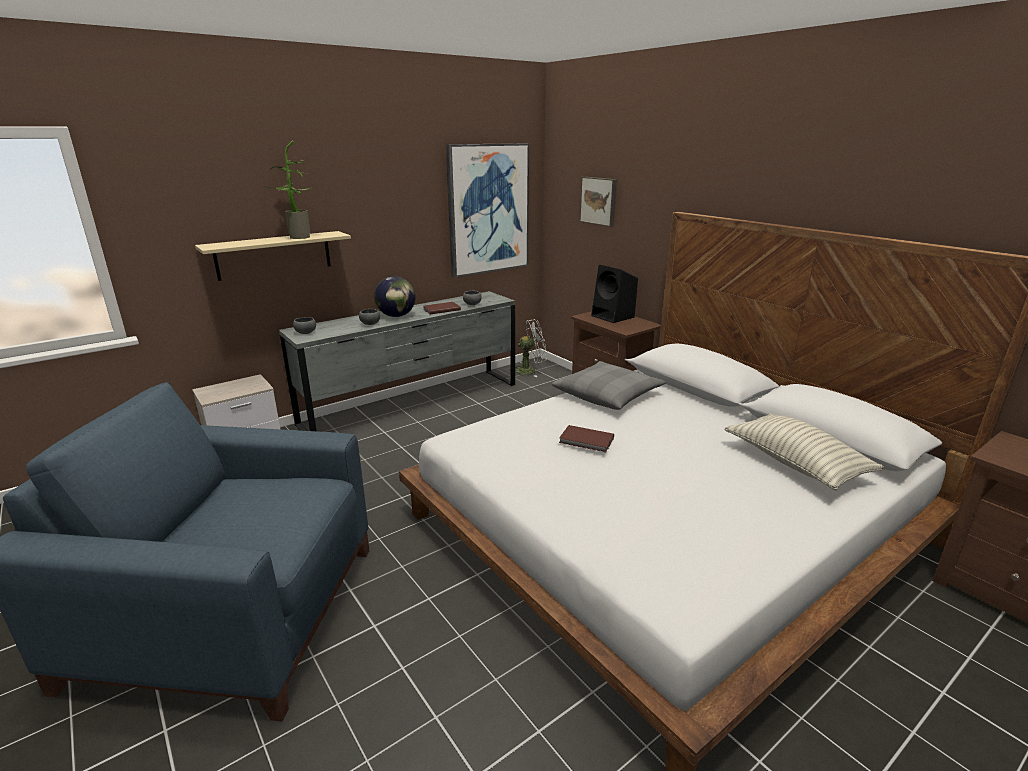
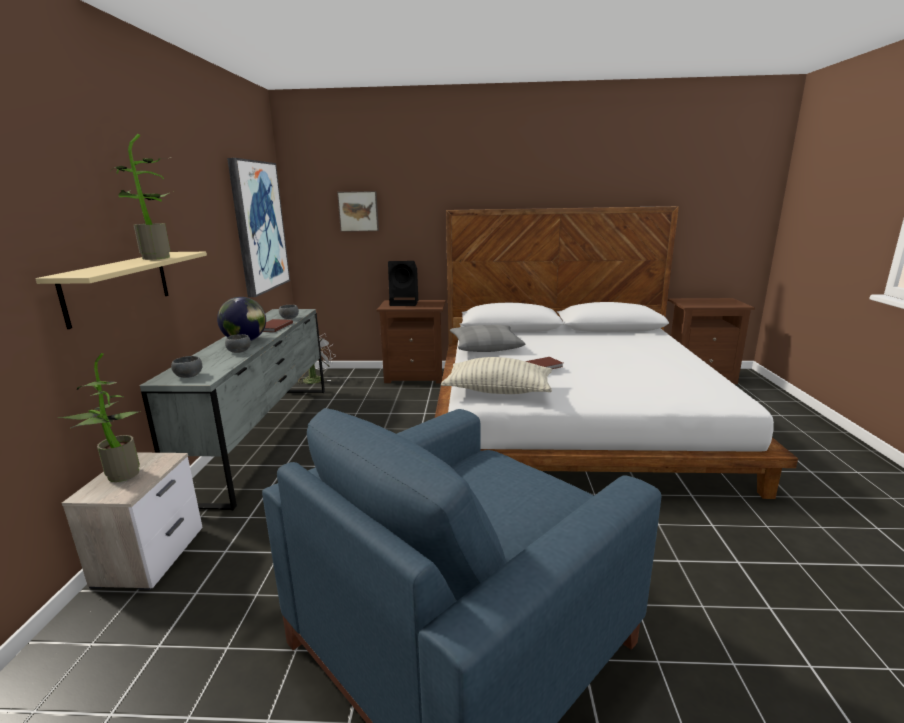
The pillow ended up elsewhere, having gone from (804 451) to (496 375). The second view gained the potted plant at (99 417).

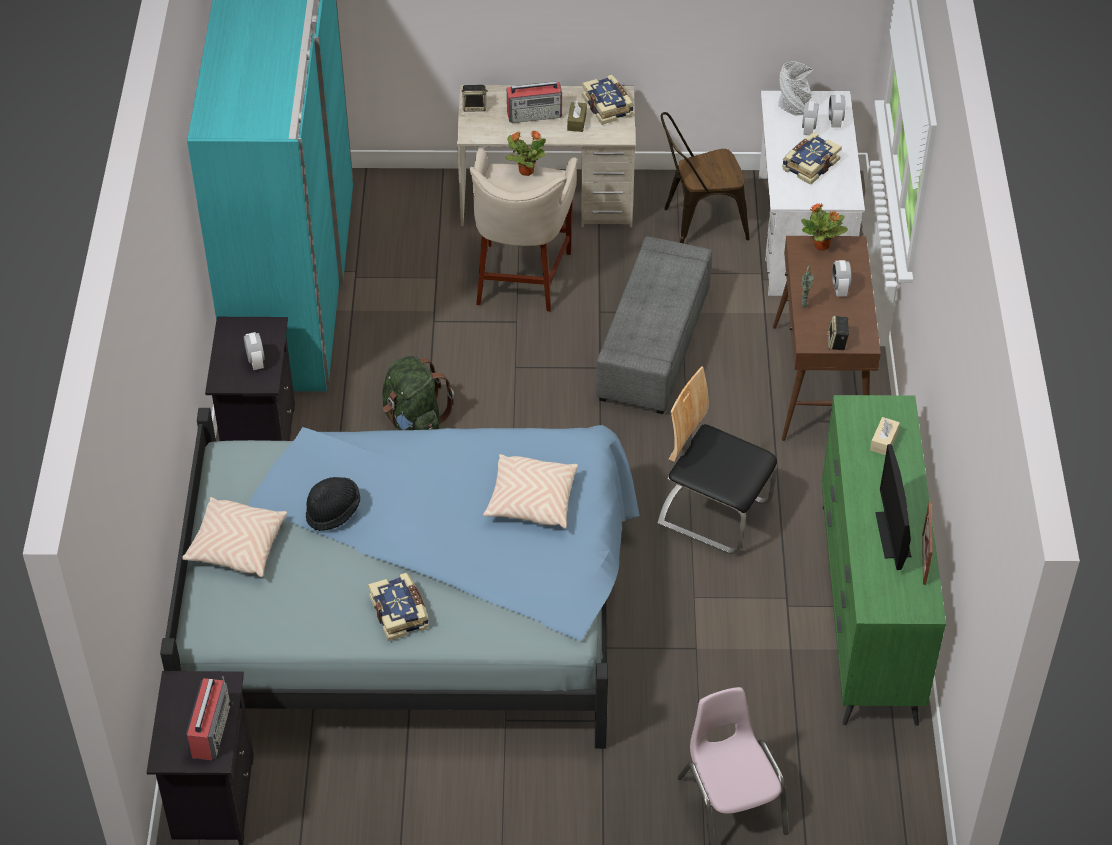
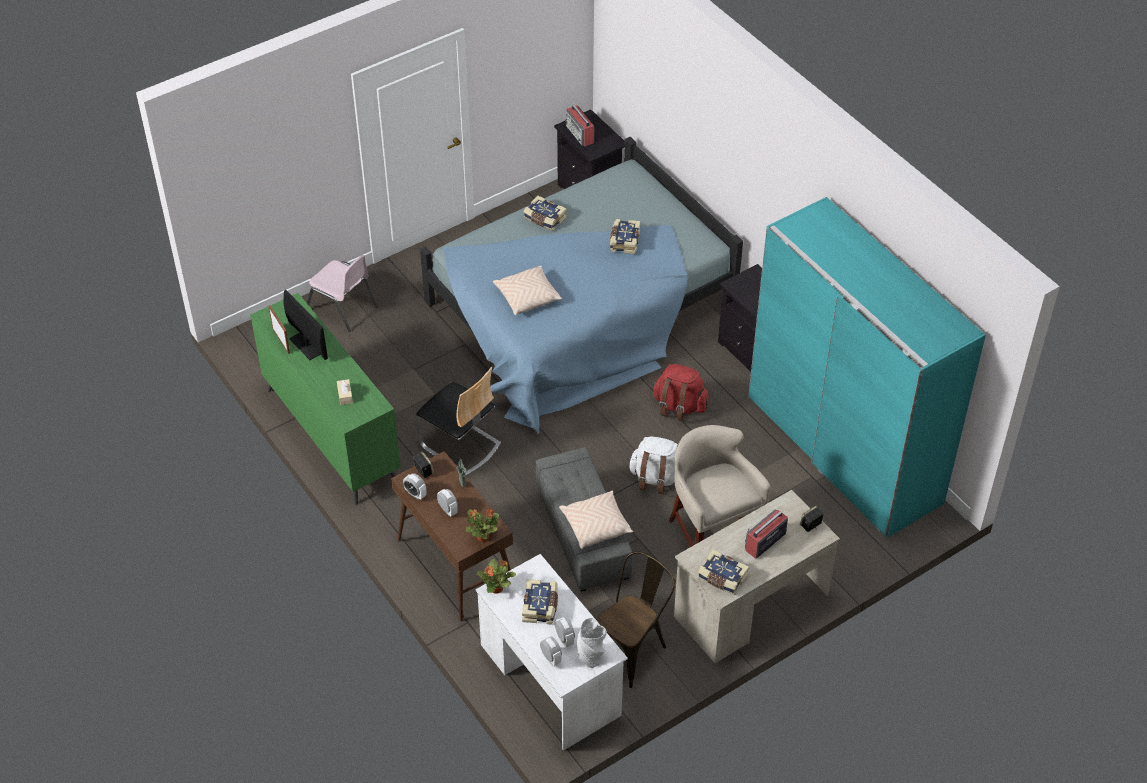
The second view lost the brownish tissue holder at (577 116). The potted plant ended up elsewhere, having gone from (526 153) to (496 576). The alarm clock ended up elsewhere, having gone from (254 351) to (415 486). What was the green-coloured knapsack at (418 393) turned into the red knapsack at (681 392). The plain chair at (717 460) ended up facing another way, 45 degrees clockwise from before. Where the blackish hat stood at (333 504), the book came to stand at (625 236). The beige-coloured pillow ended up elsewhere, having gone from (234 537) to (596 520). The second view gained the white knapsack at (653 465).

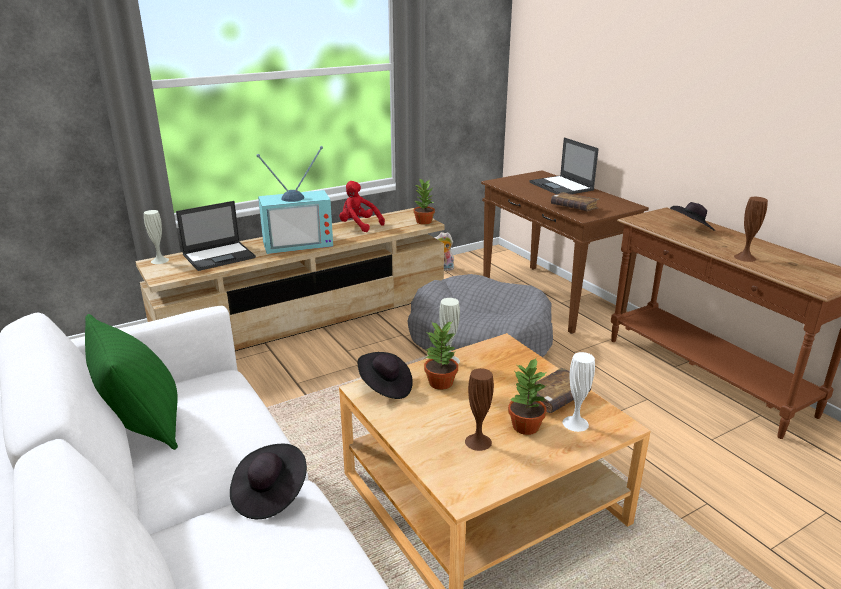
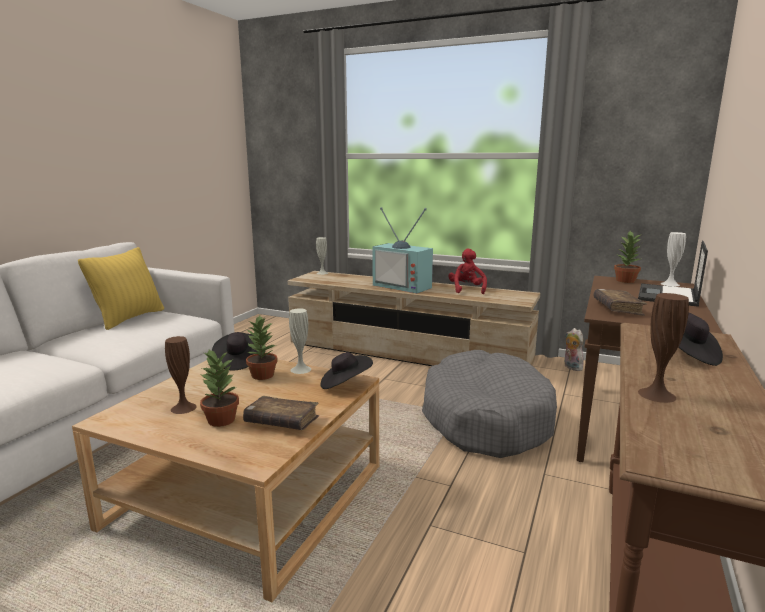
The potted plant ended up elsewhere, having gone from (424 201) to (627 257). The second view lost the laptop at (216 236). What was the green-coloured pillow at (131 382) turned into the yellow-coloured pillow at (121 288). The white flower vase ended up elsewhere, having gone from (579 392) to (673 259). The blackish hat ended up elsewhere, having gone from (268 481) to (346 370).

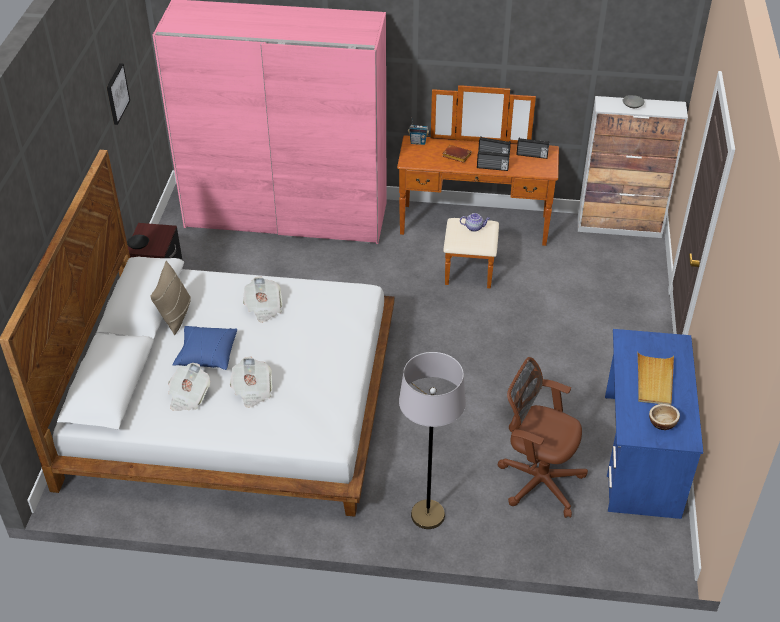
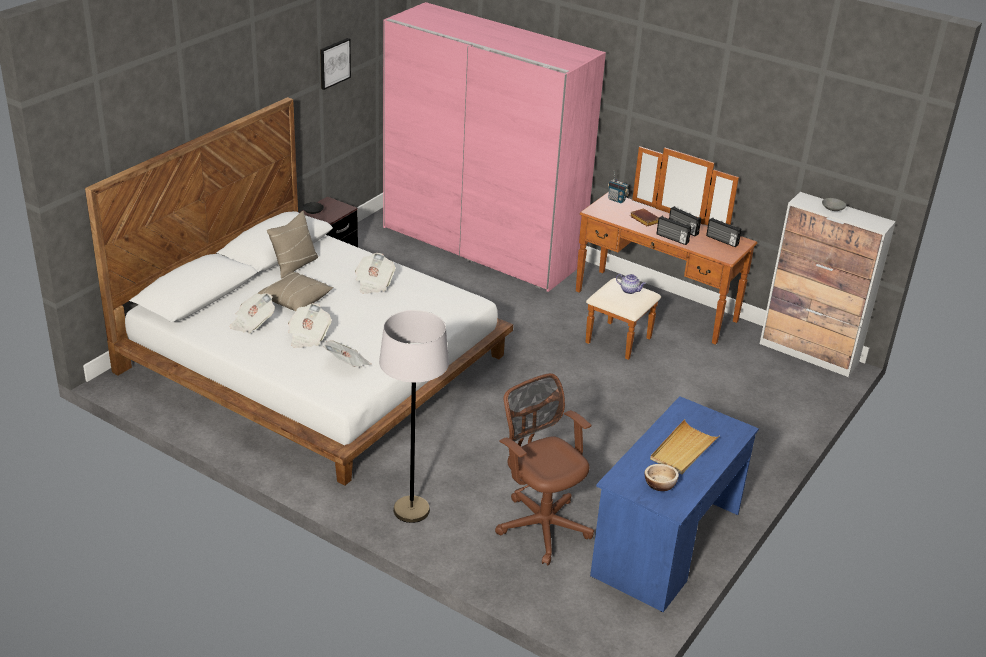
What was the bluish pillow at (205 348) turned into the beige-coloured pillow at (295 291). The second view gained the newspaper at (347 353).

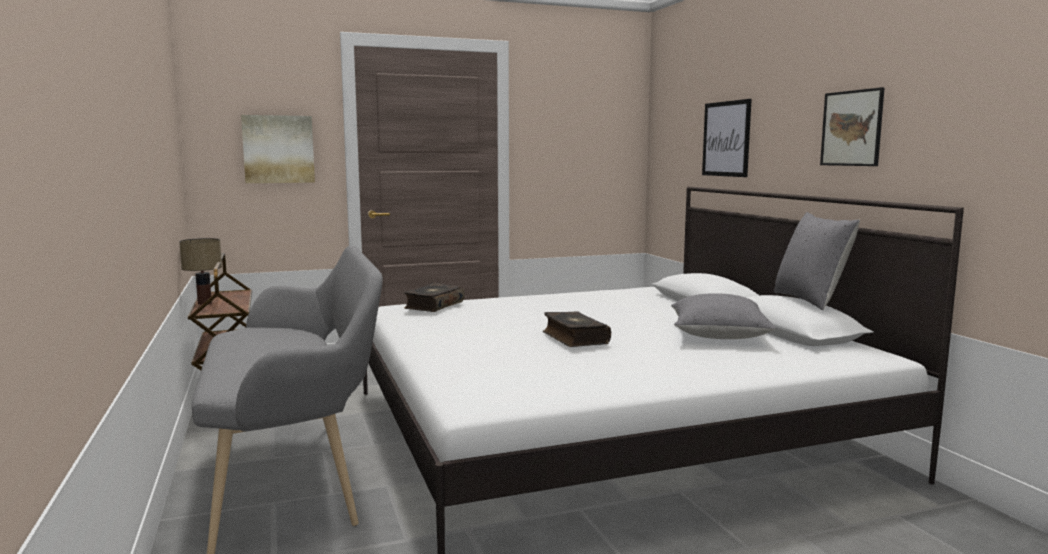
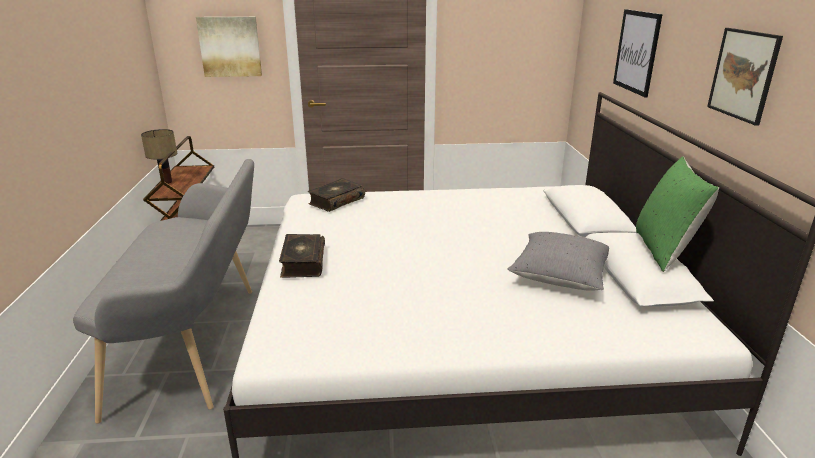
What was the grey pillow at (817 261) turned into the green-coloured pillow at (677 214). The book ended up elsewhere, having gone from (577 329) to (302 256).

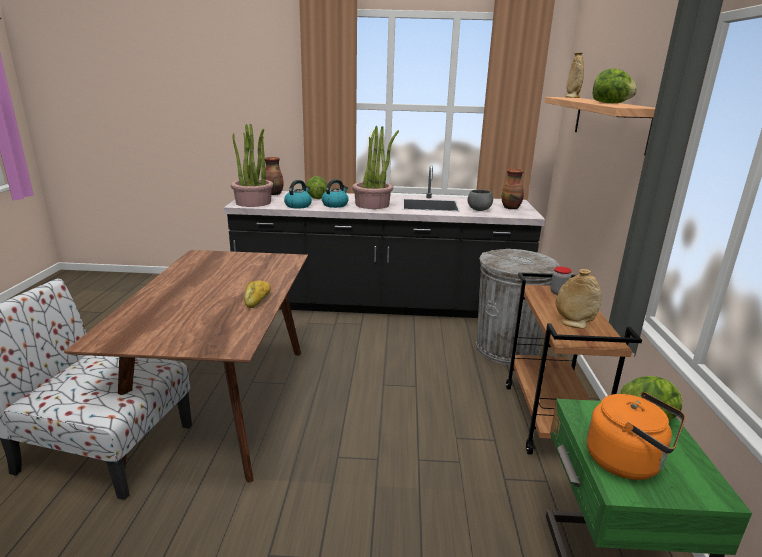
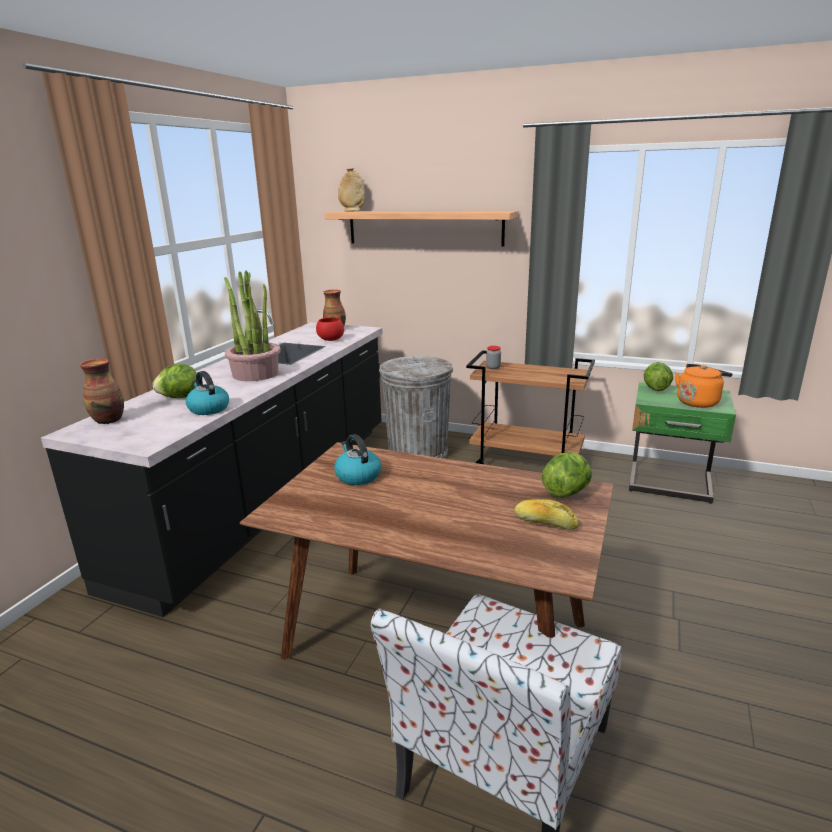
The head of lettuce ended up elsewhere, having gone from (615 85) to (566 475). The second view lost the potted plant at (252 165). The kettle ended up elsewhere, having gone from (335 193) to (357 459). What was the grey serving bowl at (480 200) turned into the red serving bowl at (330 329). The second view lost the beige-coloured flower vase at (578 299). The bakery bread ended up elsewhere, having gone from (257 294) to (546 514).

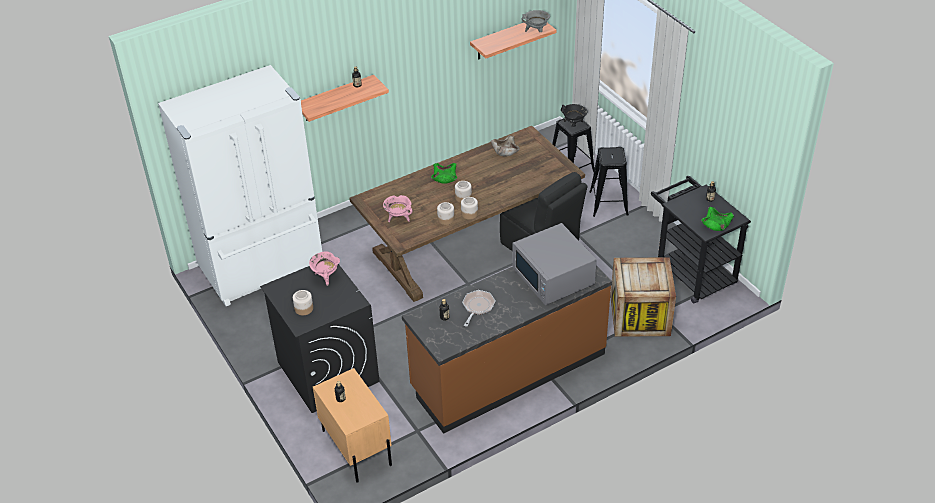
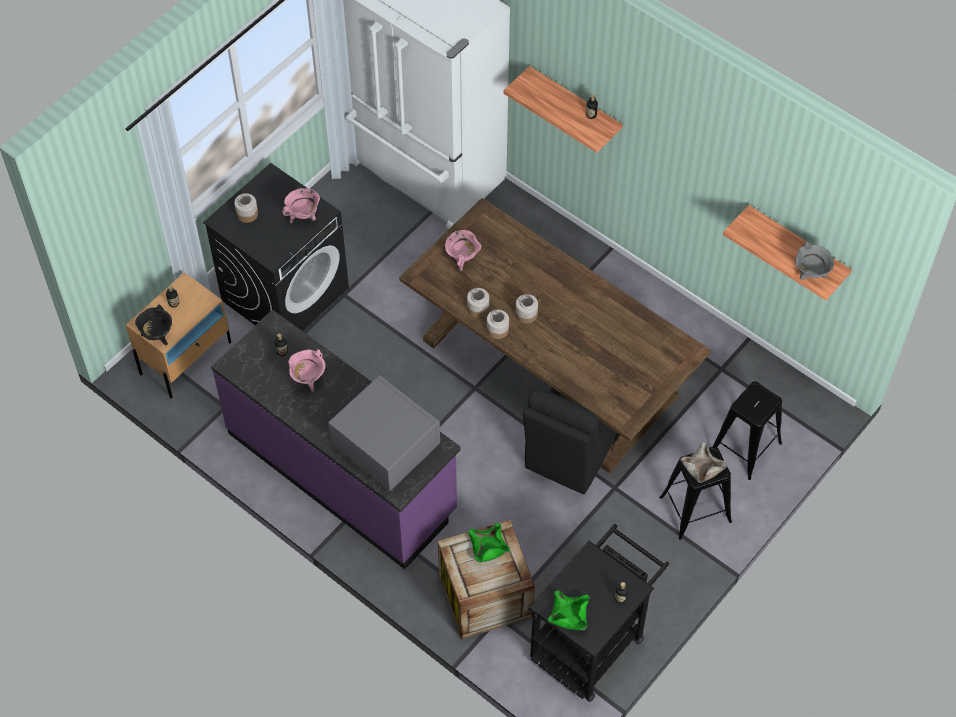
The blackish saucepot ended up elsewhere, having gone from (574 115) to (153 325). The beige-coloured serving bowl ended up elsewhere, having gone from (505 146) to (704 462). The green-coloured serving bowl ended up elsewhere, having gone from (444 173) to (489 542). The grey microwave at (554 264) ended up facing another way, 90 degrees clockwise from before. What was the brownish kitchen counter at (507 350) turned into the purple-coloured kitchen counter at (336 439). Where the pan stood at (478 308), the pink-coloured saucepot came to stand at (307 370).

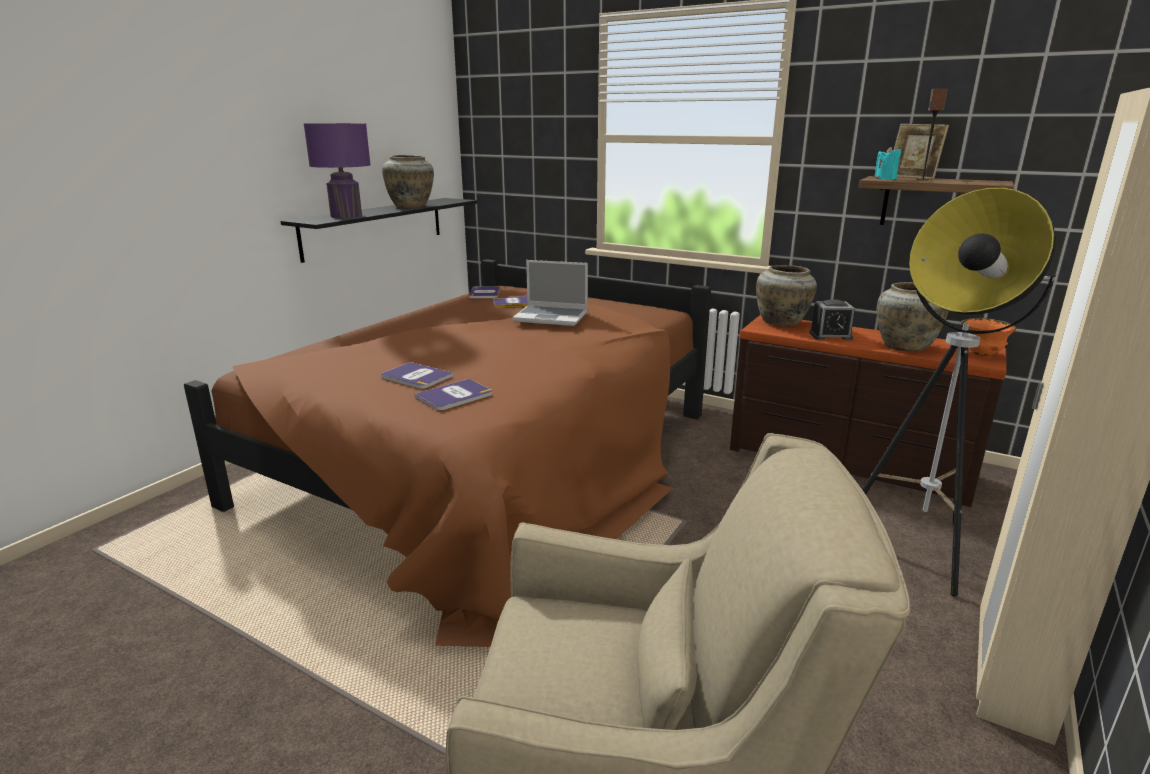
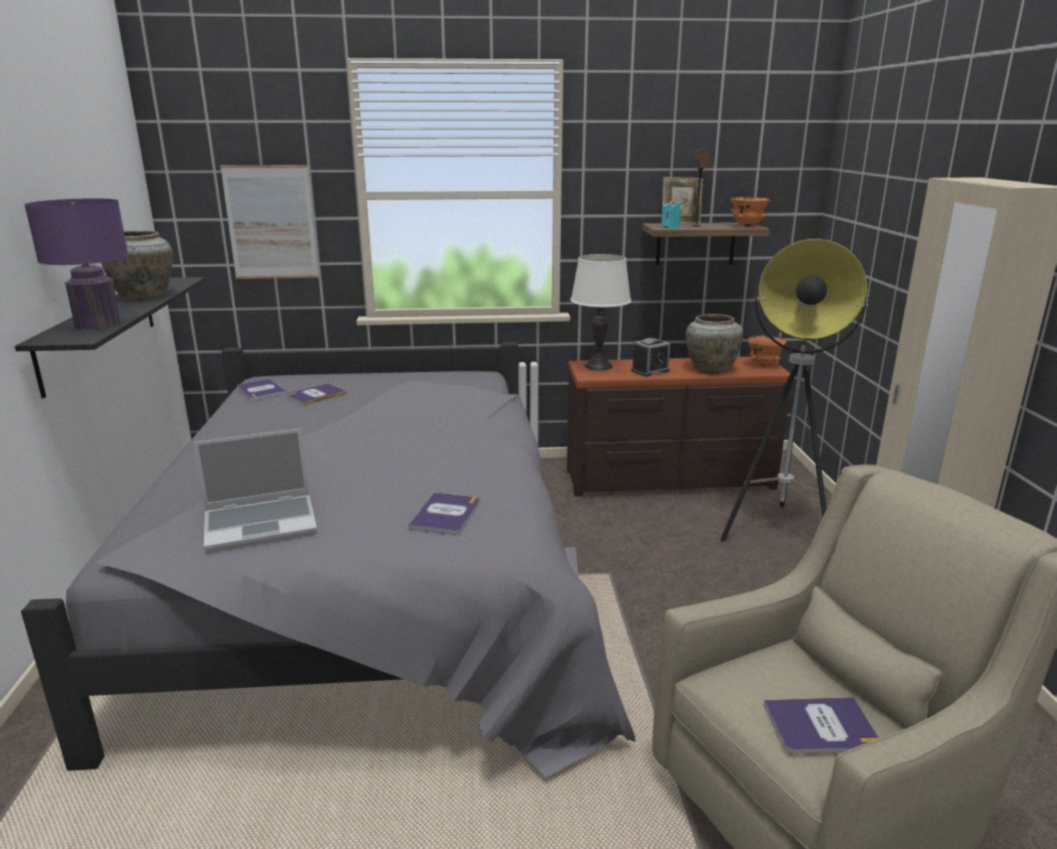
What was the brownish bed at (447 453) turned into the grey bed at (328 559). The laptop ended up elsewhere, having gone from (550 293) to (255 490). Where the beige-coloured flower vase stood at (786 296), the white lamp for a table came to stand at (600 312). The book ended up elsewhere, having gone from (417 375) to (821 725). The second view gained the wall art at (269 222). The second view gained the orange serving bowl at (749 211).

